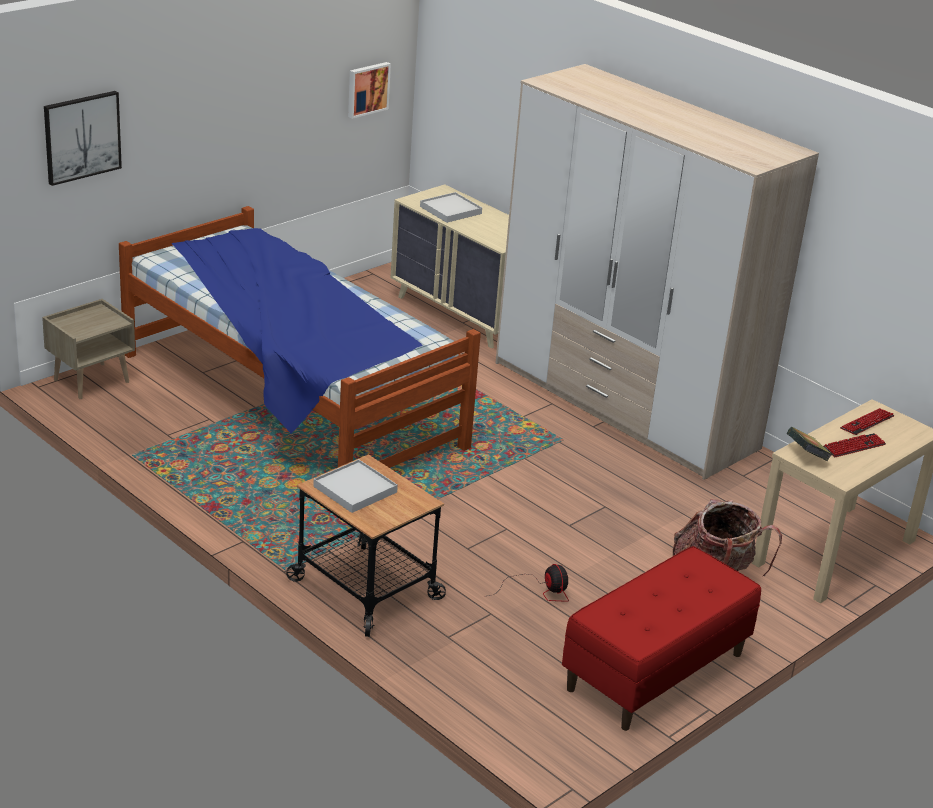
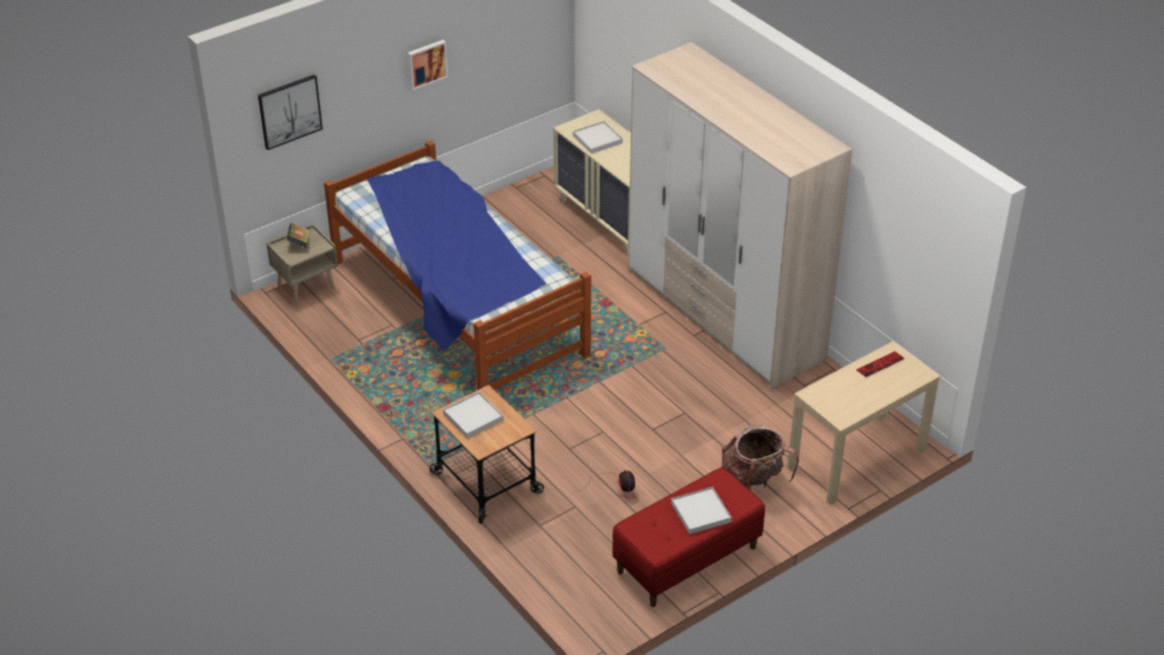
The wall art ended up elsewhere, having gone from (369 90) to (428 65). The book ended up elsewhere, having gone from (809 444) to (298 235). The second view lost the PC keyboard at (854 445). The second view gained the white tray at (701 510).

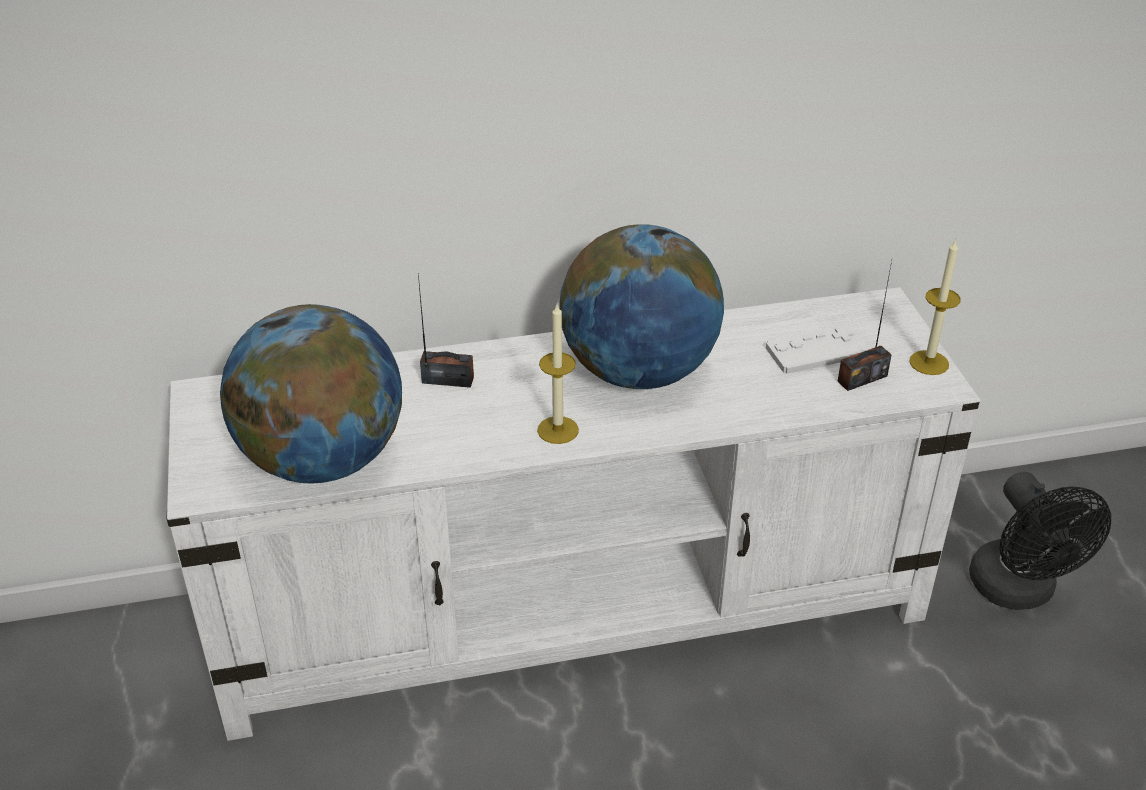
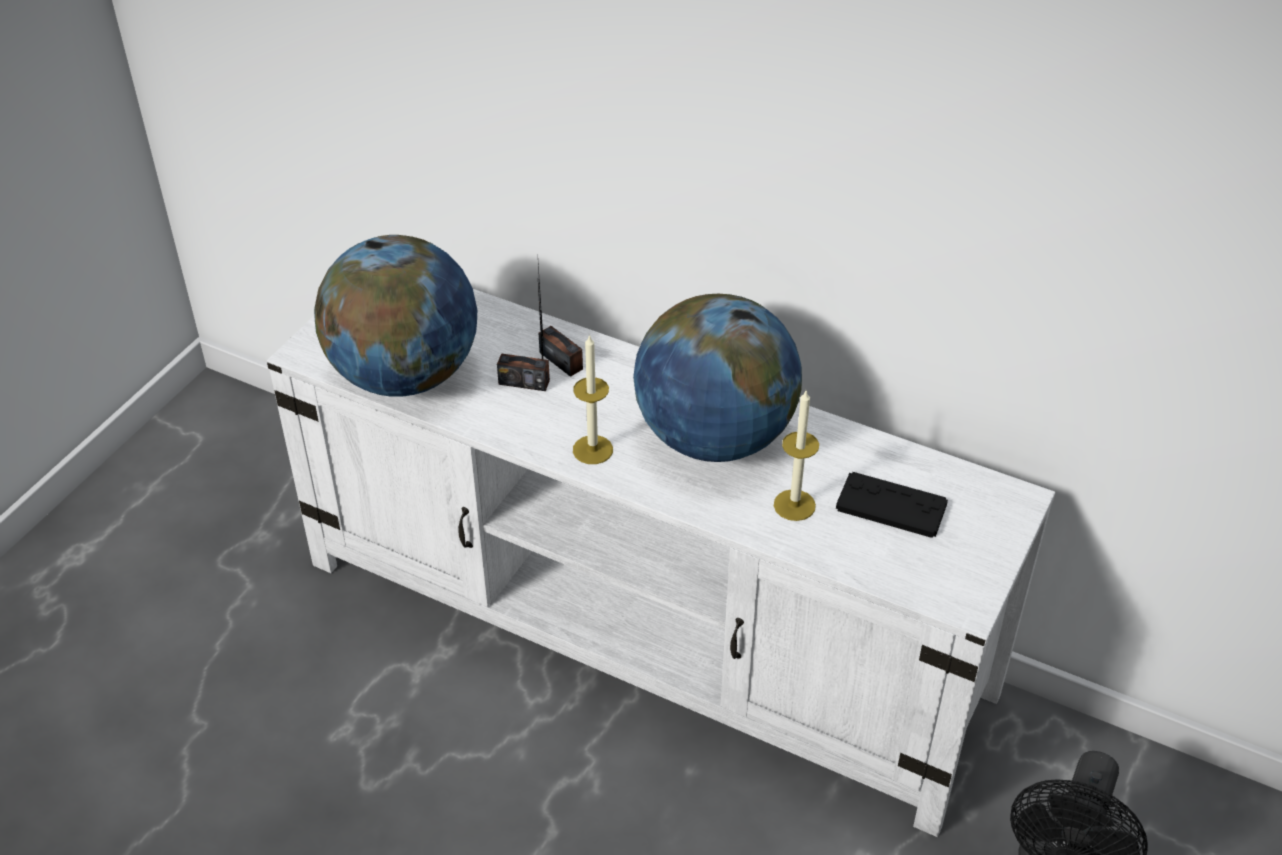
The candle ended up elsewhere, having gone from (935 307) to (796 456). The radio receiver ended up elsewhere, having gone from (864 326) to (523 338). What was the white joypad at (817 349) turned into the blackish joypad at (892 505).

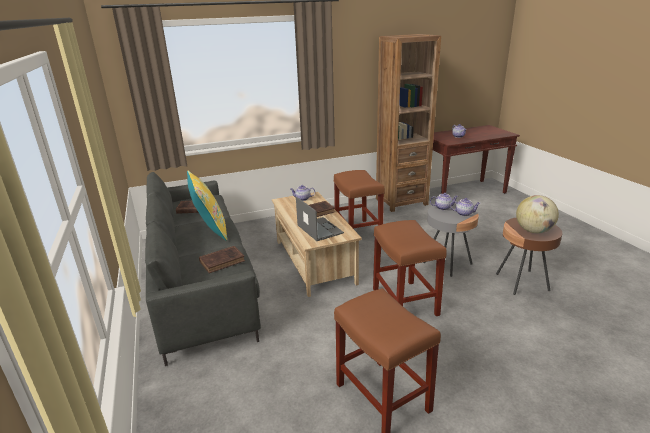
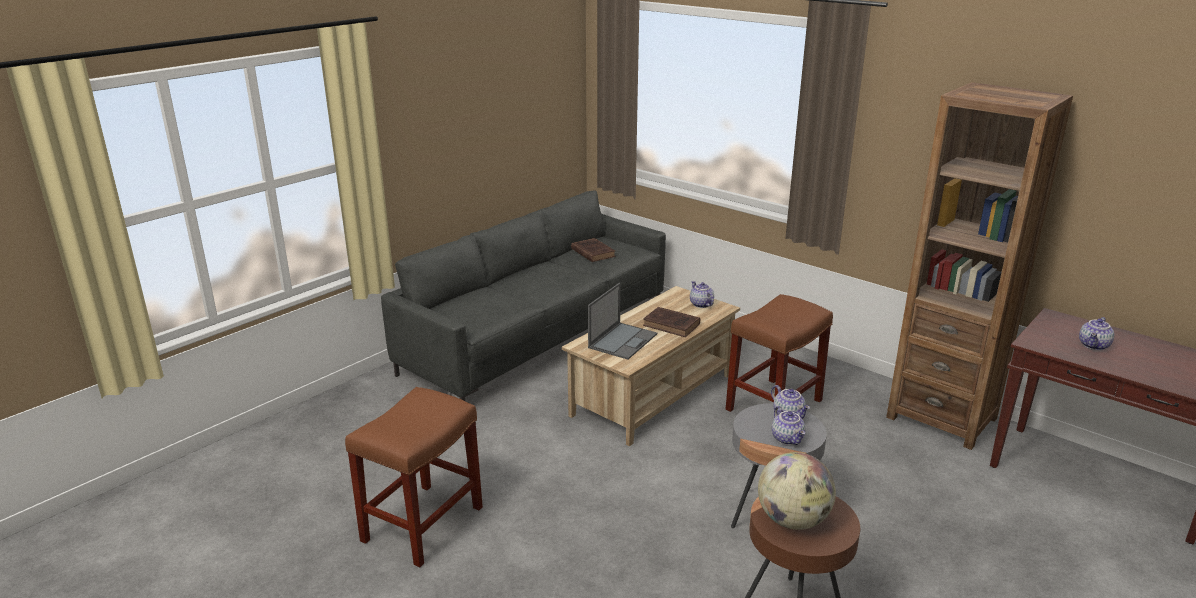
The second view lost the yellow-coloured pillow at (207 206). The second view lost the brownish stool seat at (410 268). The second view lost the brownish book at (222 259).

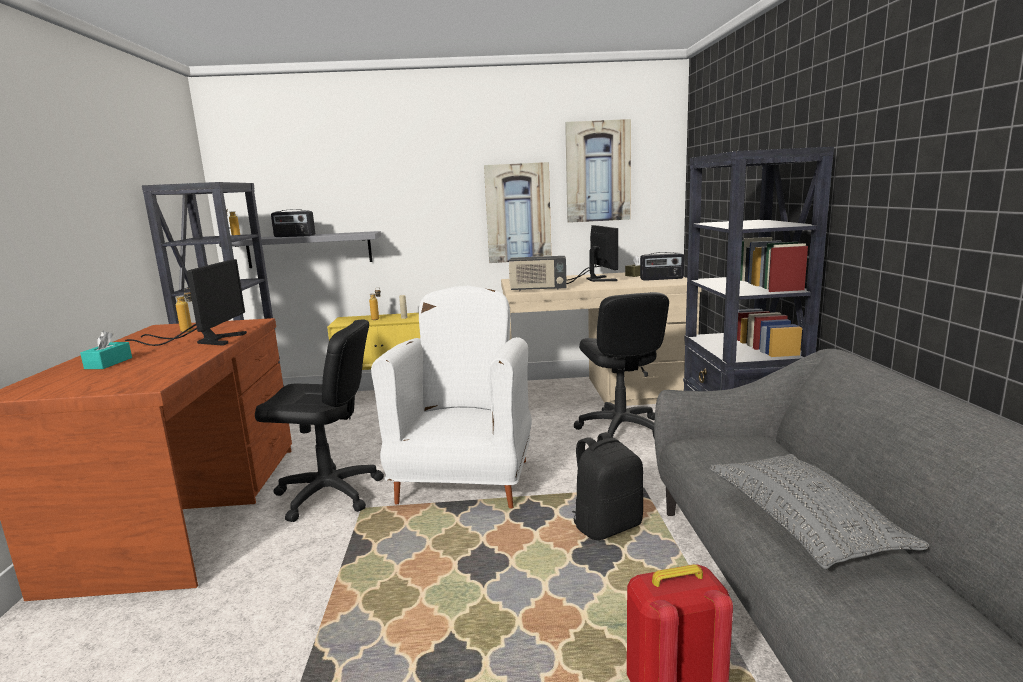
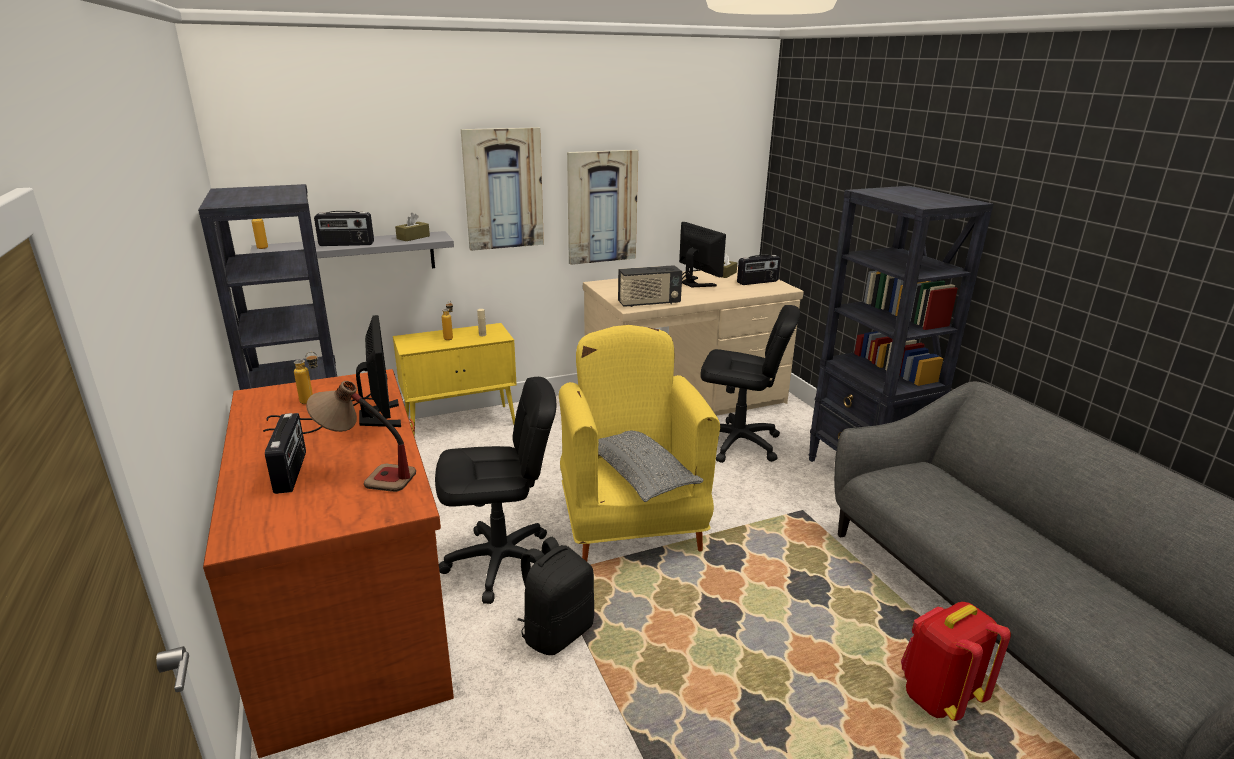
The wall art ended up elsewhere, having gone from (598 171) to (502 189). What was the white lounge chair at (451 397) turned into the yellow-coloured lounge chair at (639 443). The blackish computer chair at (621 365) ended up facing another way, 45 degrees counterclockwise from before. Where the turquoise-coloured tissue holder stood at (106 350), the radio receiver came to stand at (285 453). The blackish knapsack ended up elsewhere, having gone from (607 486) to (555 596). The grey pillow ended up elsewhere, having gone from (820 511) to (651 466). The second view gained the brownish tissue holder at (412 227). The second view gained the lamp for a table at (361 436).

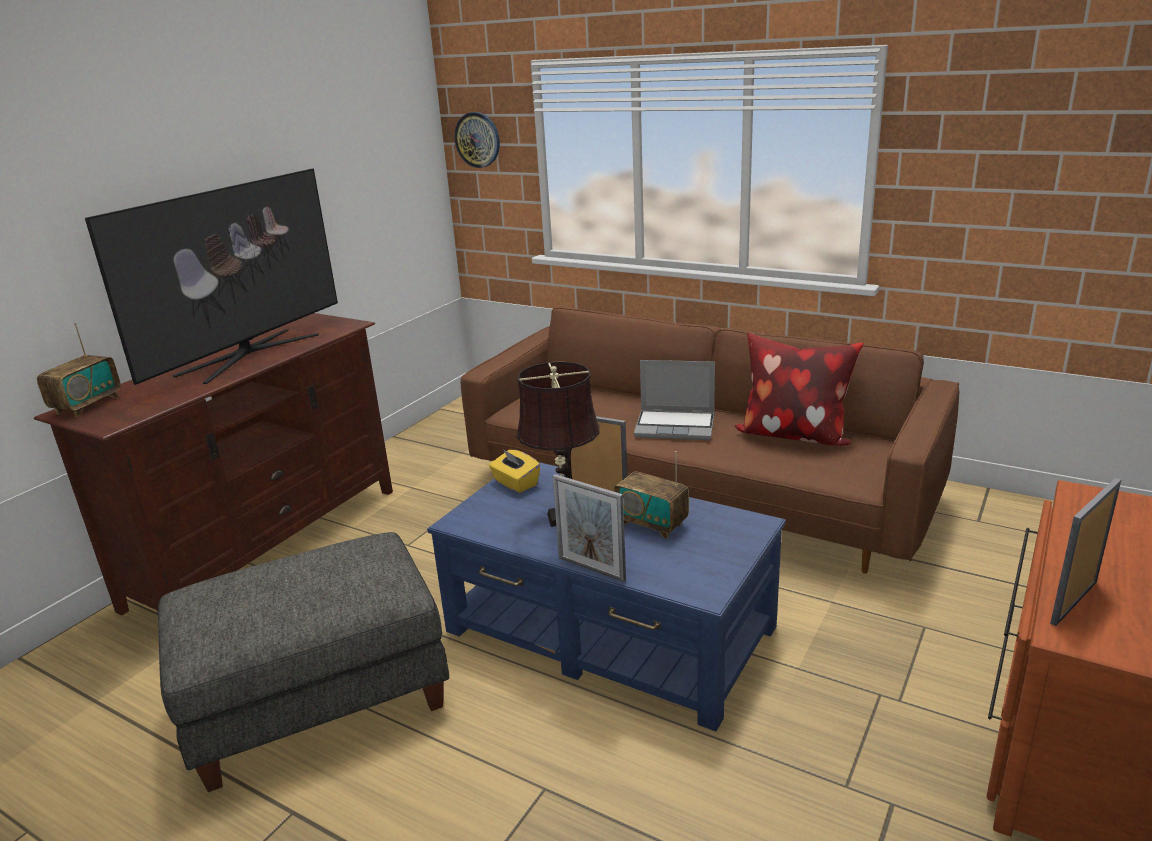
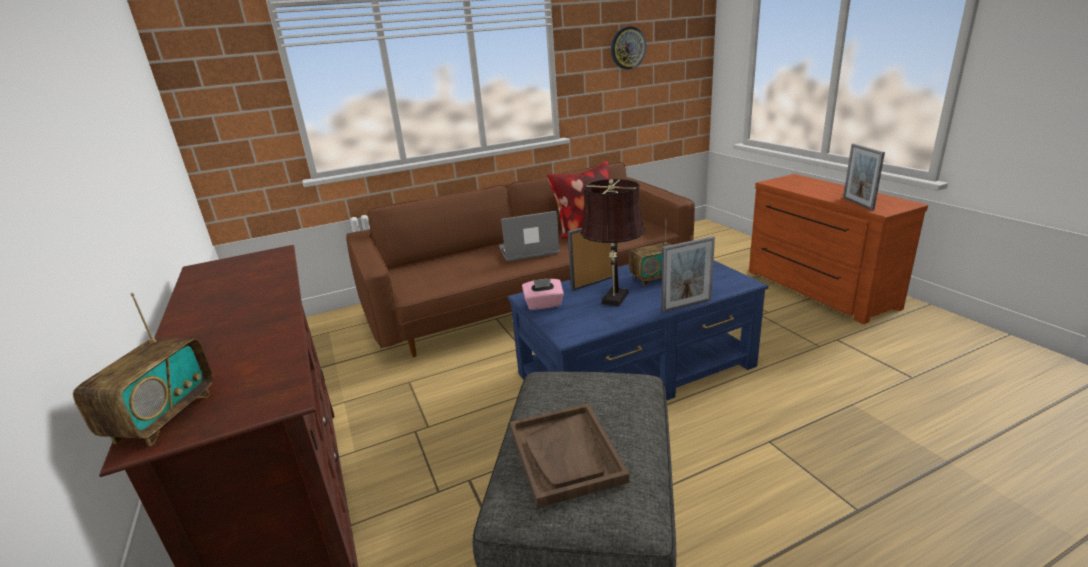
The hanging clock ended up elsewhere, having gone from (477 140) to (628 48). The second view lost the TV at (211 276). The radio receiver at (79 370) ended up facing another way, 45 degrees clockwise from before. The laptop at (674 400) ended up facing another way, 150 degrees counterclockwise from before. What was the yellow-coloured tissue holder at (514 471) turned into the pink-coloured tissue holder at (543 294). The second view gained the brownish tray at (569 456).

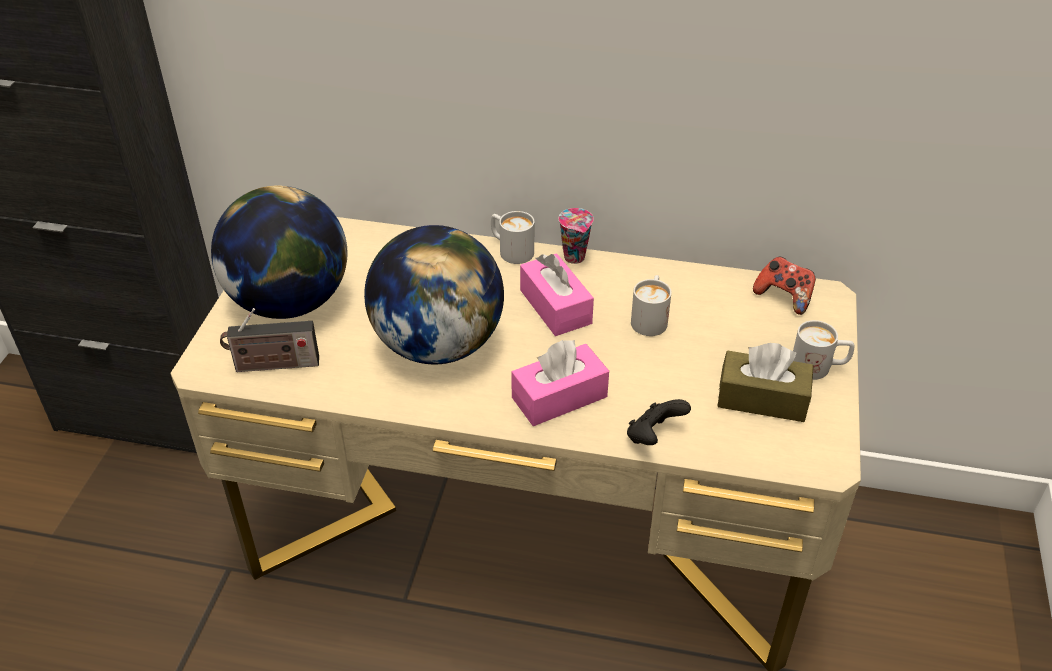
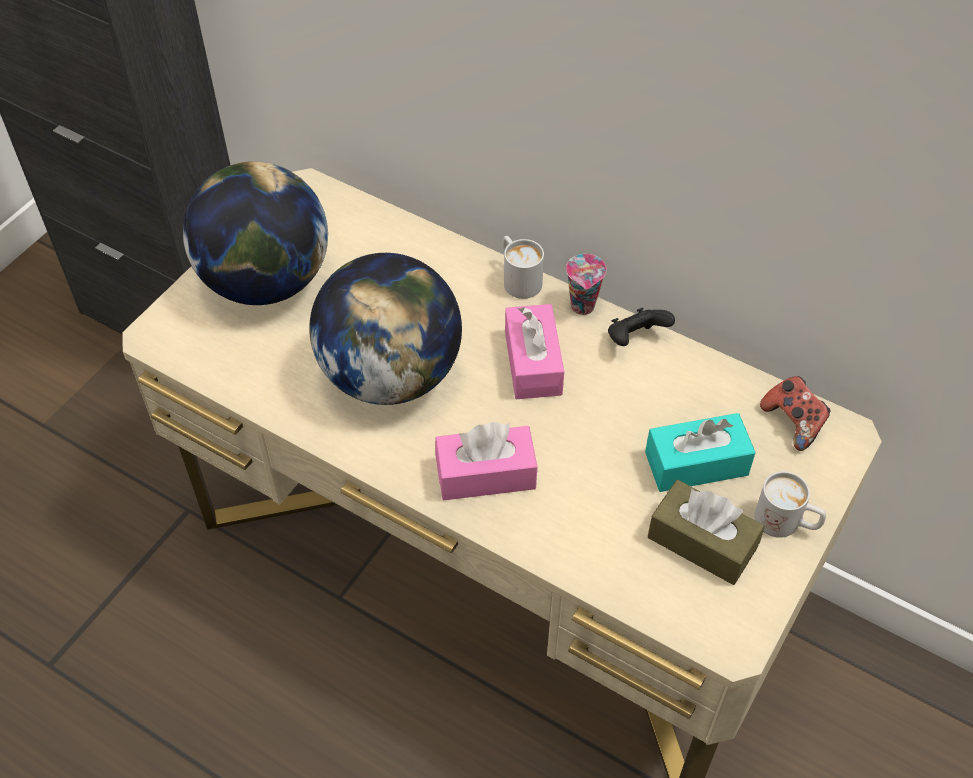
The second view lost the white mug at (651 305). The second view lost the radio receiver at (269 340). The blackish joypad ended up elsewhere, having gone from (659 422) to (641 327). The second view gained the turquoise-coloured tissue holder at (700 452).

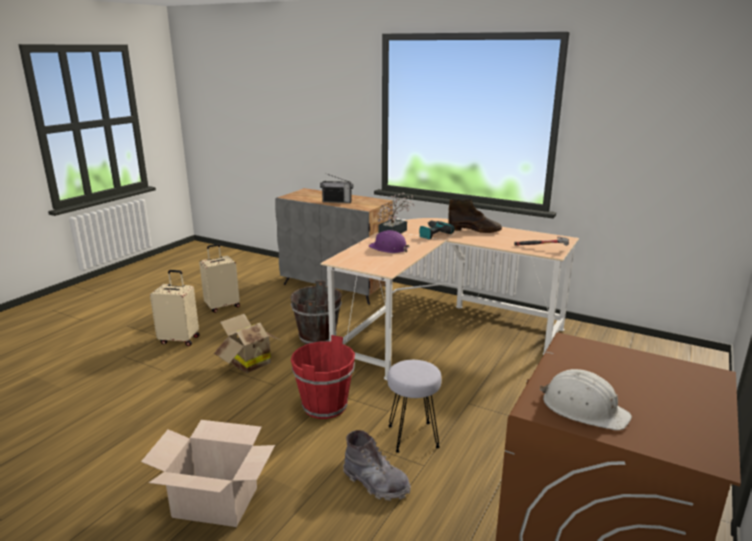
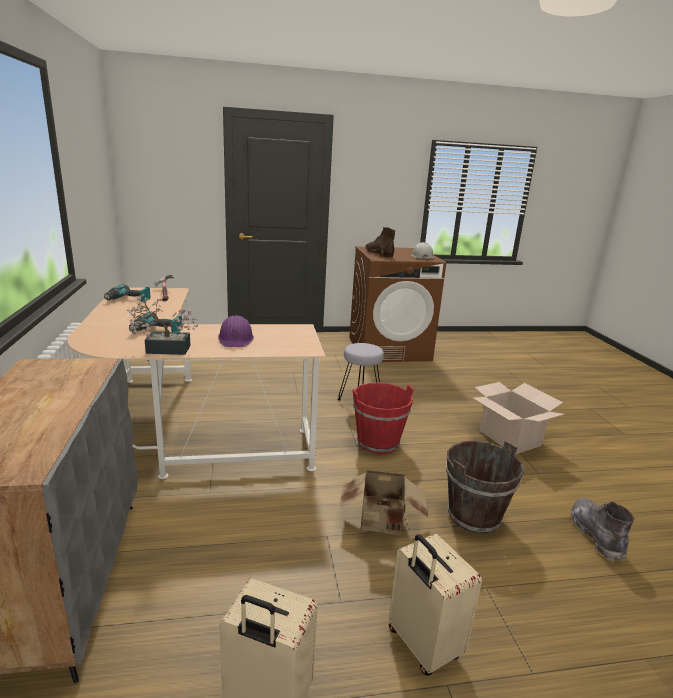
The second view lost the radio receiver at (336 188). The brownish boot ended up elsewhere, having gone from (475 216) to (380 242). The brownish water bucket ended up elsewhere, having gone from (316 312) to (485 487). The grey boot ended up elsewhere, having gone from (377 465) to (602 530). The second view gained the power drill at (127 293).

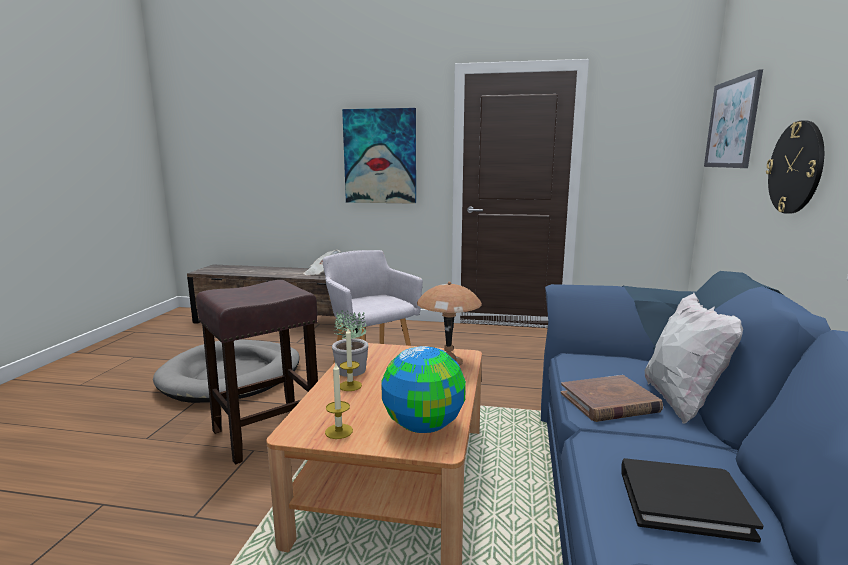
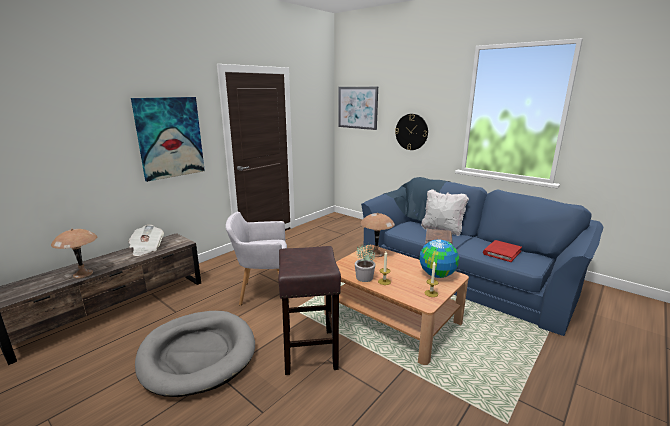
What was the blackish book at (692 500) turned into the red book at (502 251). The second view gained the brownish lamp for a table at (74 253).

